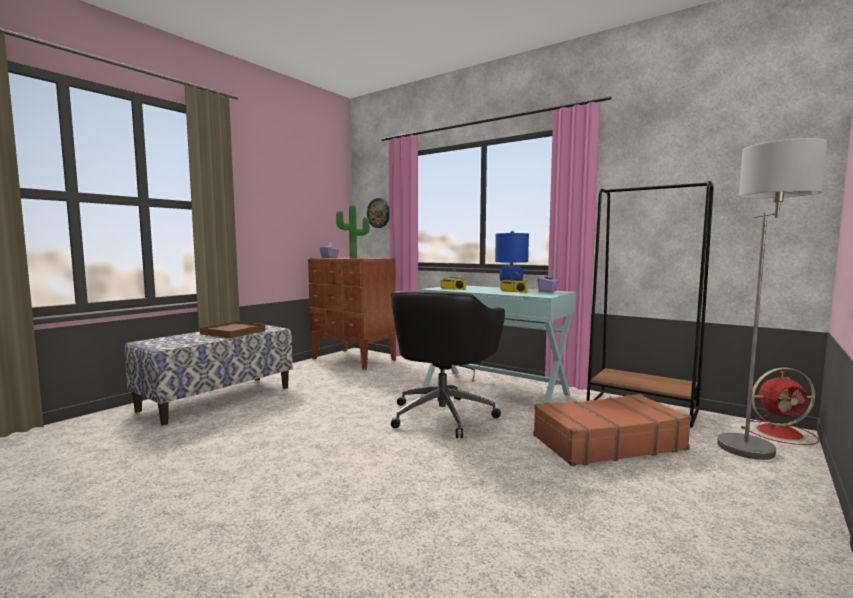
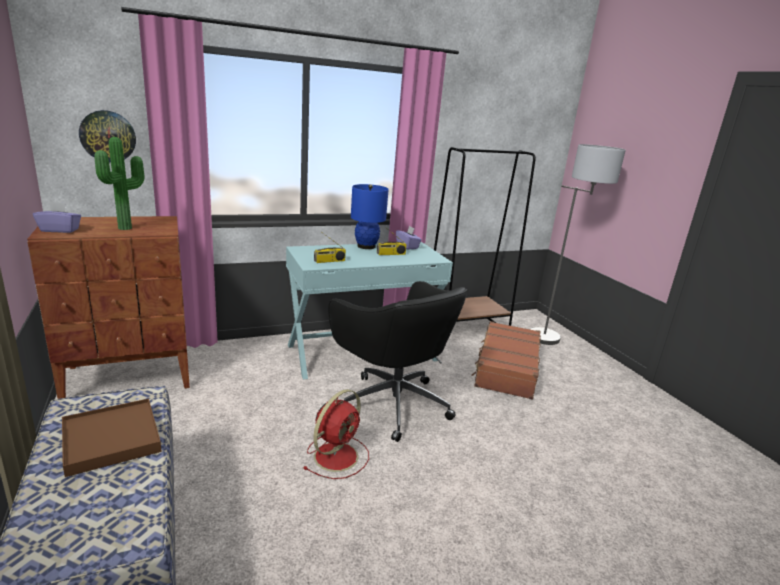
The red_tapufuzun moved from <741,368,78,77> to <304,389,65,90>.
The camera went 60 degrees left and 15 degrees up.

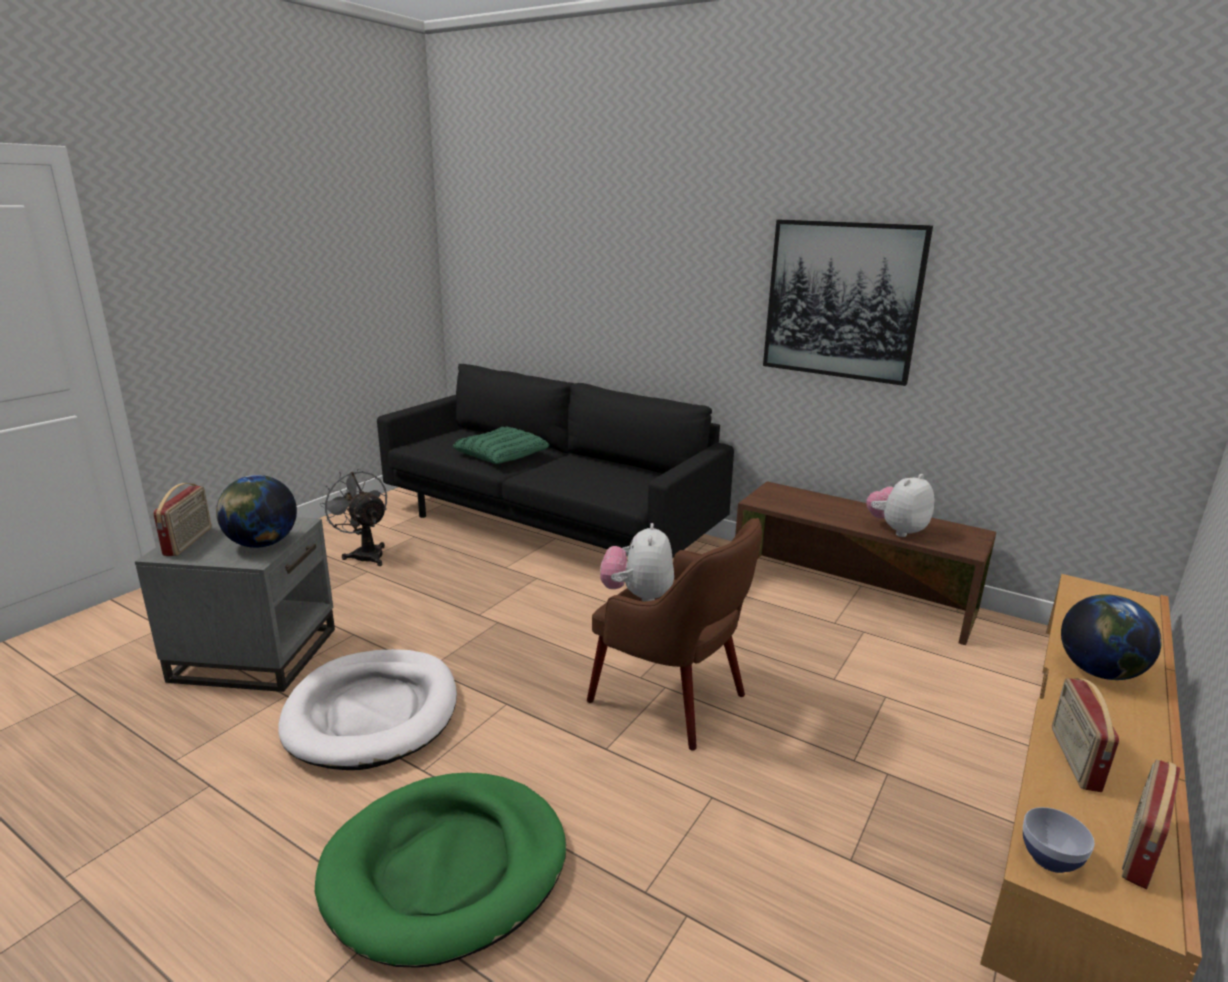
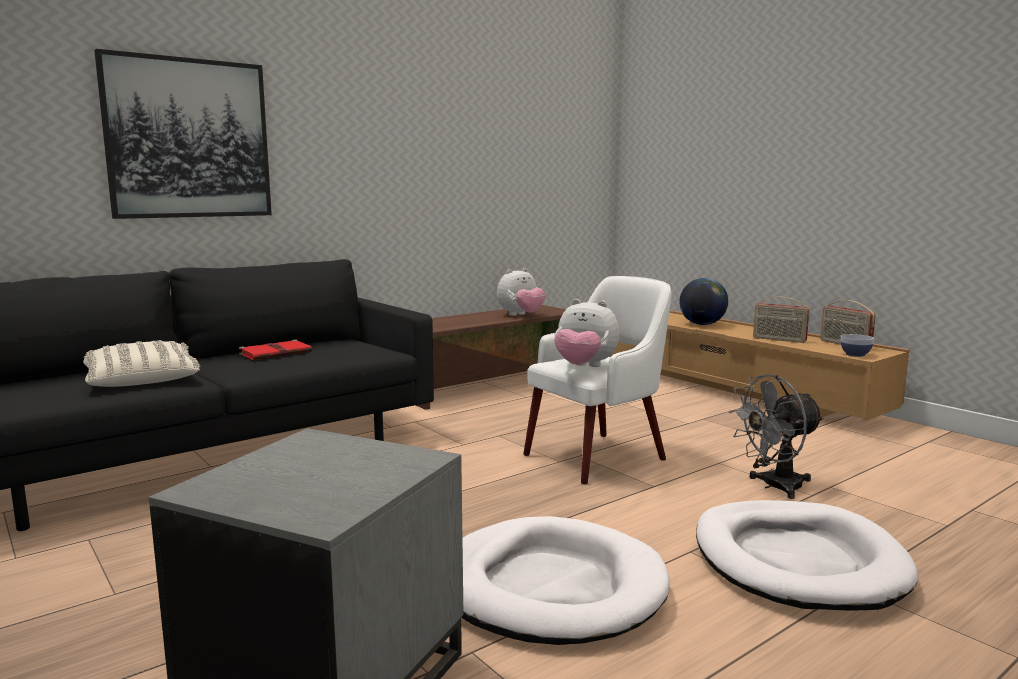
The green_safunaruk at <453,426,96,38> became the beige_safunaruk at <83,340,117,47>.
The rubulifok moved from <763,220,170,166> to <94,49,178,170>.
The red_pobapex at <239,340,73,20> appeared.
The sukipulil at <866,474,69,63> turned 105 degrees counterclockwise.
The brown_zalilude at <587,518,175,233> became the white_zalilude at <523,276,148,208>.
The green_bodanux at <315,773,251,195> became the white_bodanux at <696,500,222,111>.
The grey_tapufuzun moved from <319,468,68,98> to <729,374,95,125>.
The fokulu at <153,483,58,73> disappeared.
The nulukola at <216,475,81,73> disappeared.
The camera went 70 degrees left and 10 degrees down.

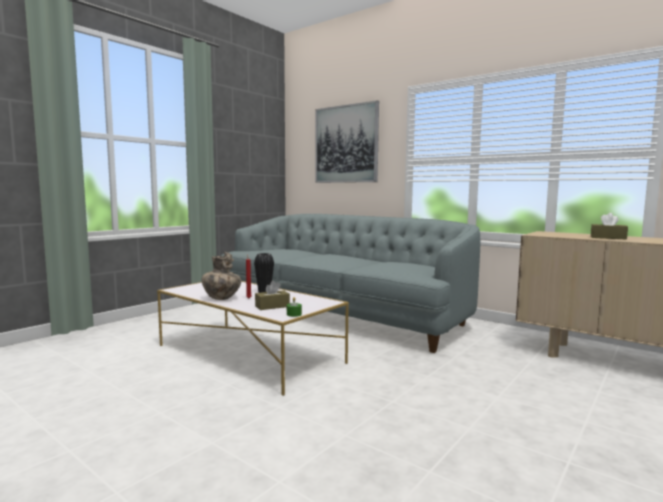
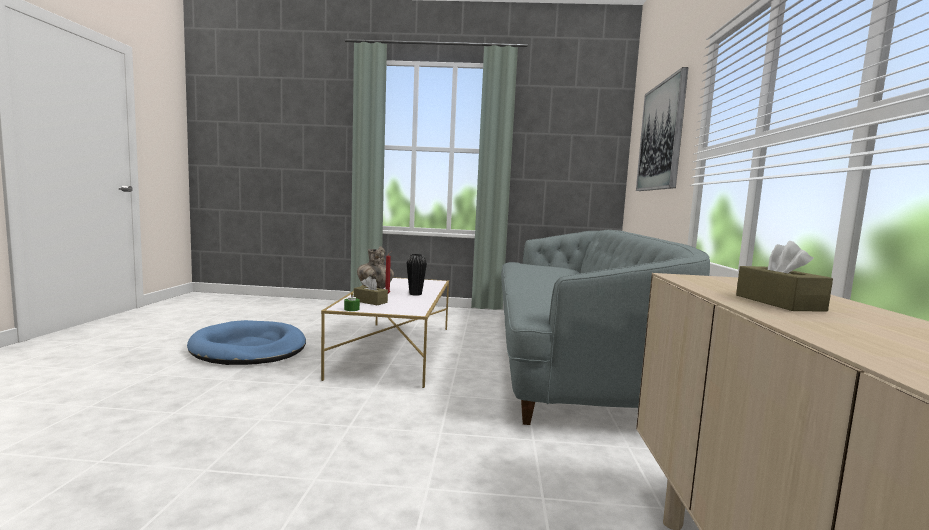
The blue_bodanux at <187,320,119,45> appeared.
The camera went 55 degrees right and 0 degrees up.

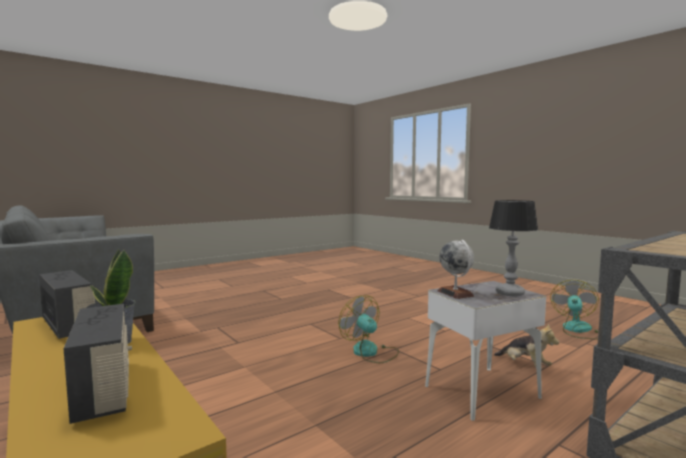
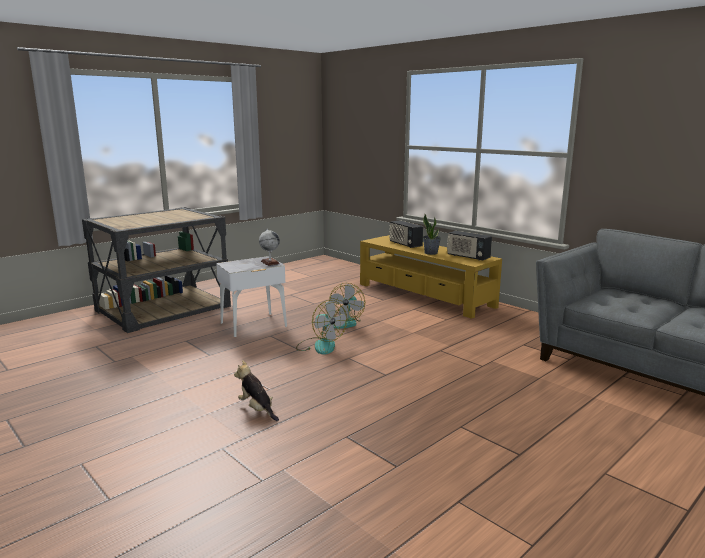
The sukipulil moved from <494,323,65,46> to <234,360,45,61>.
The tapufuzun moved from <550,280,49,59> to <329,283,36,46>.
The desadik at <489,200,49,96> disappeared.
The camera went 175 degrees right and 10 degrees up.

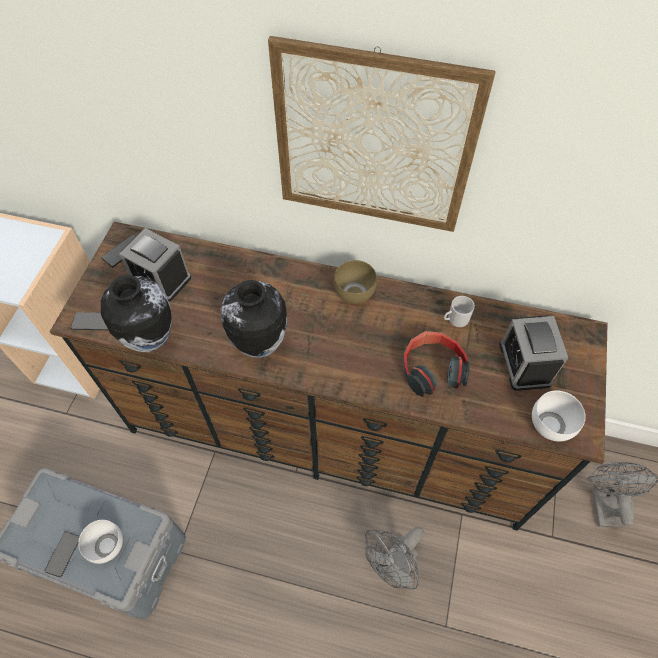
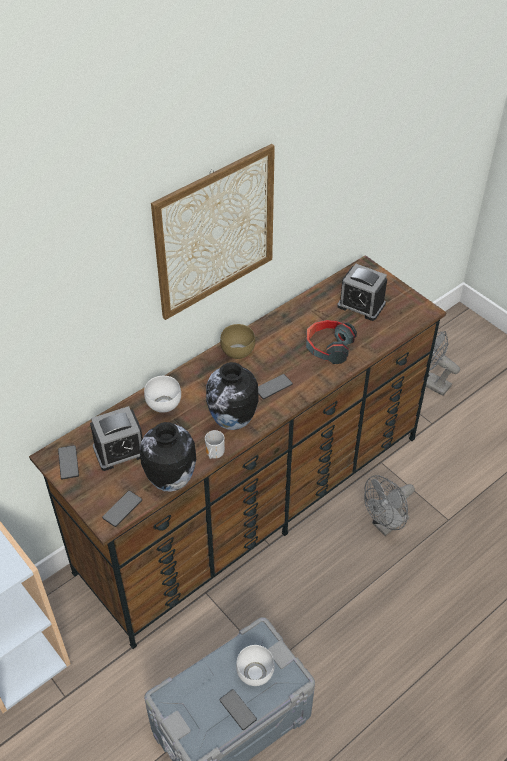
The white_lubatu moved from <532,390,54,51> to <144,376,37,37>.
The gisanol moved from <444,296,31,31> to <205,430,20,29>.
The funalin at <258,374,35,25> appeared.
The grey_tapufuzun at <365,526,59,64> turned 60 degrees clockwise.
The camera went 55 degrees left and 10 degrees down.

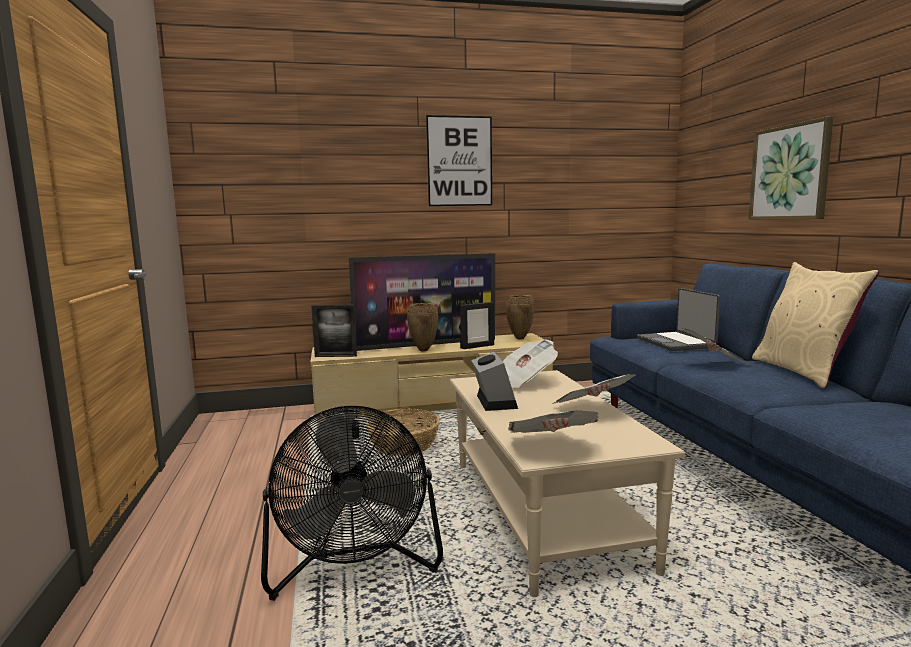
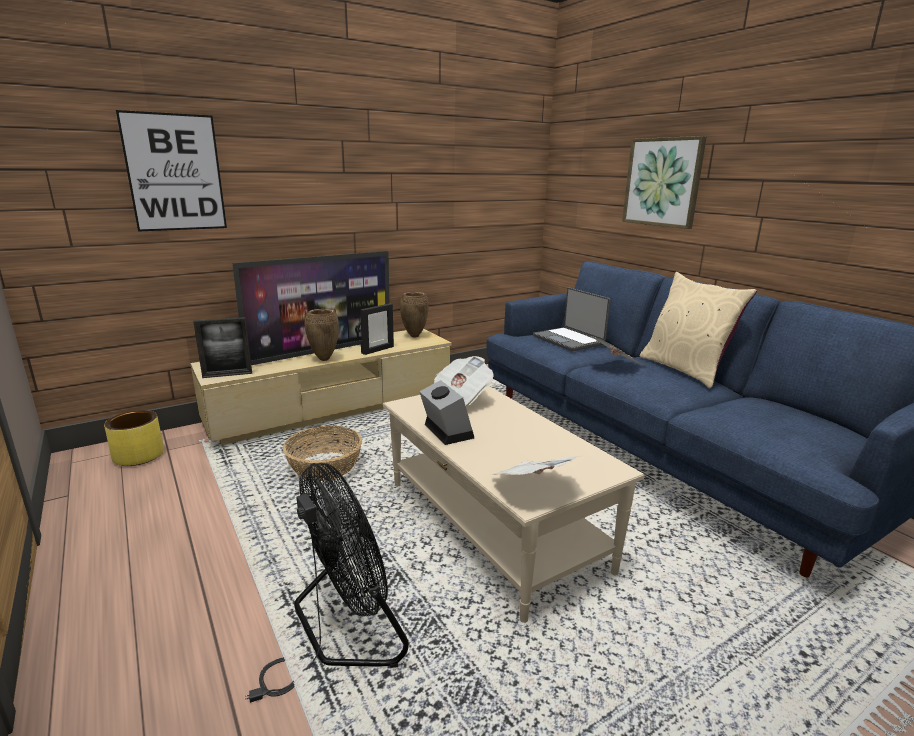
The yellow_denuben at <104,410,60,56> appeared.
The rubulifok moved from <426,115,66,91> to <116,110,111,122>.
The black_tapufuzun at <261,406,182,195> turned 90 degrees counterclockwise.
The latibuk at <553,374,83,30> disappeared.
The camera went 20 degrees left and 10 degrees up.

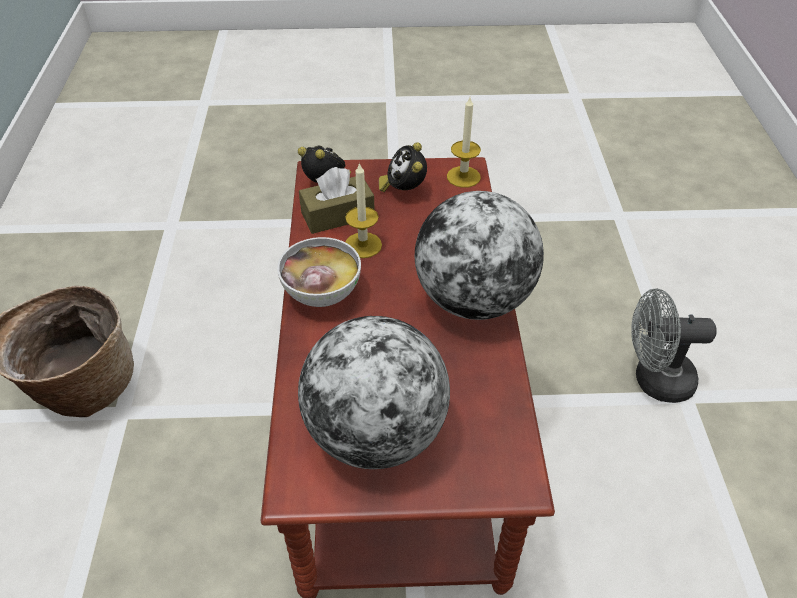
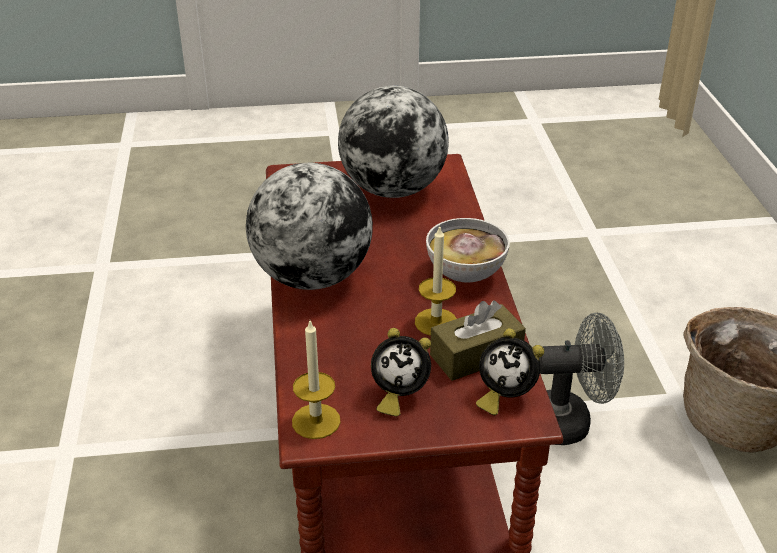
The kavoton at <379,142,48,50> turned 105 degrees clockwise.
The grey_tapufuzun moved from <631,288,86,115> to <539,313,85,132>.
The camera went 175 degrees right and 10 degrees down.

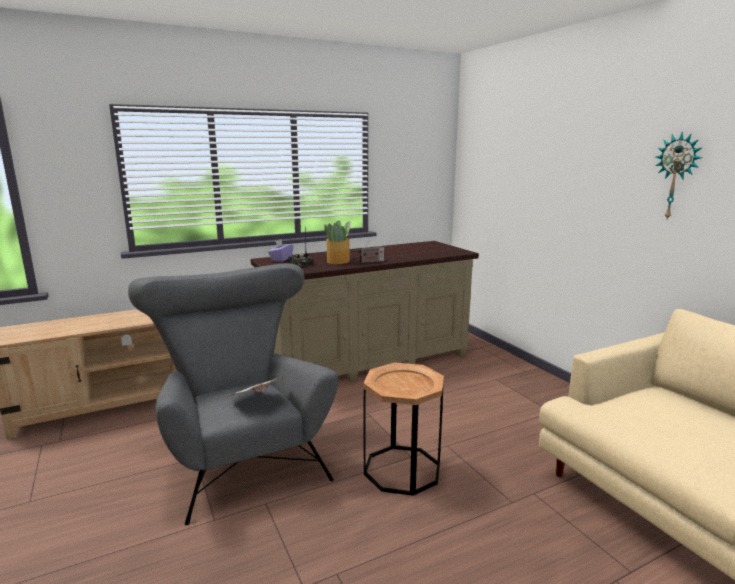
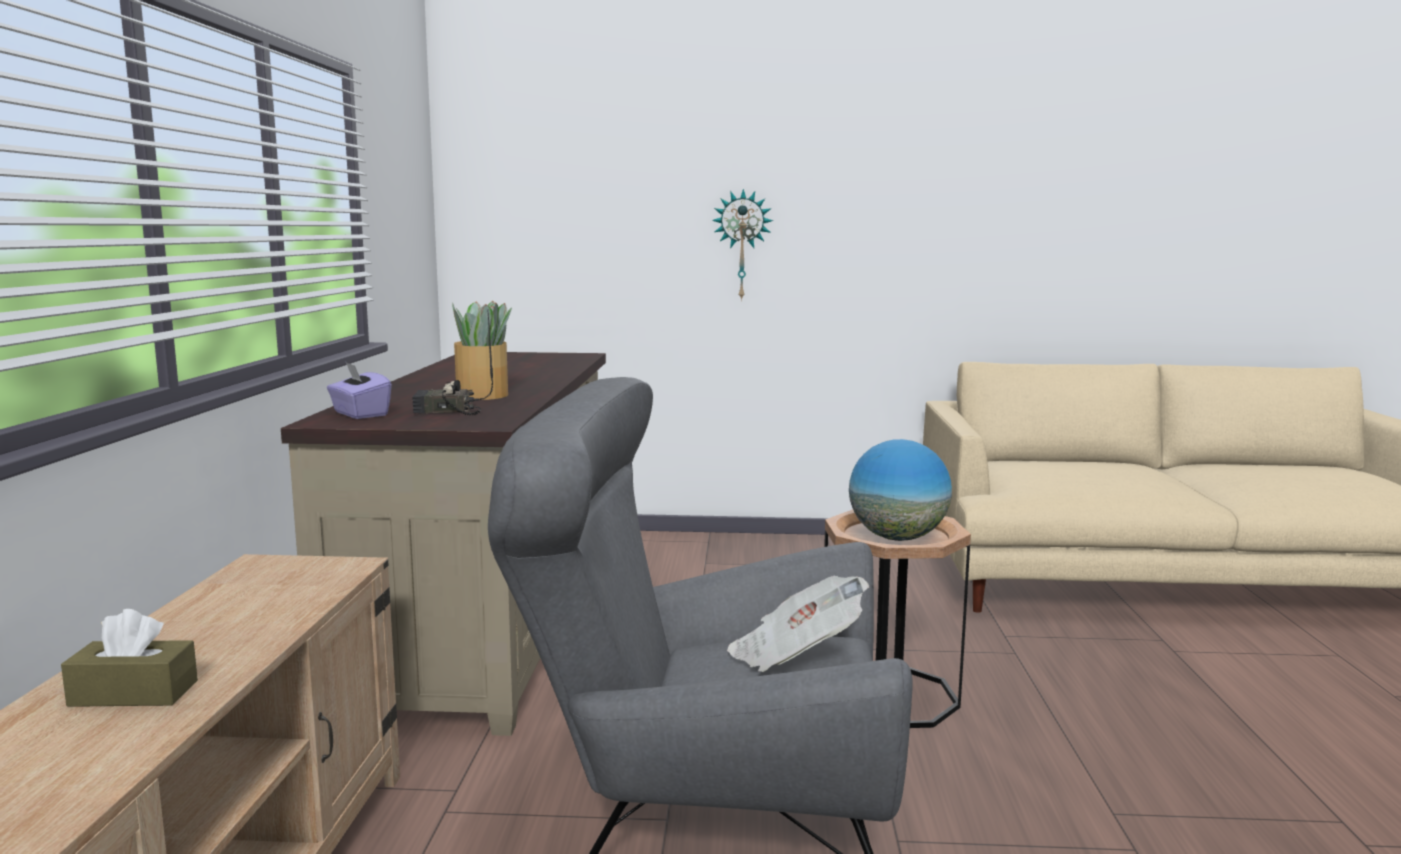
The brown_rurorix at <61,609,137,98> appeared.
The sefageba moved from <655,132,47,87> to <712,189,61,112>.
The nulukola at <849,439,103,102> appeared.
The fokulu at <358,241,27,22> disappeared.
The camera went 60 degrees left and 5 degrees down.

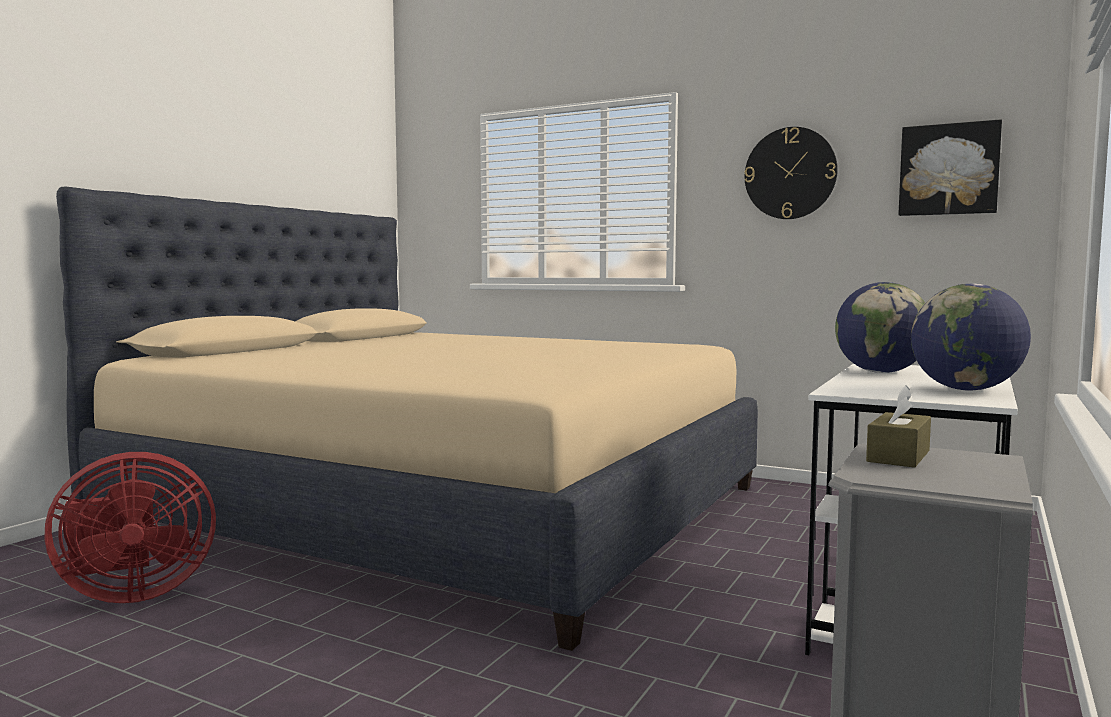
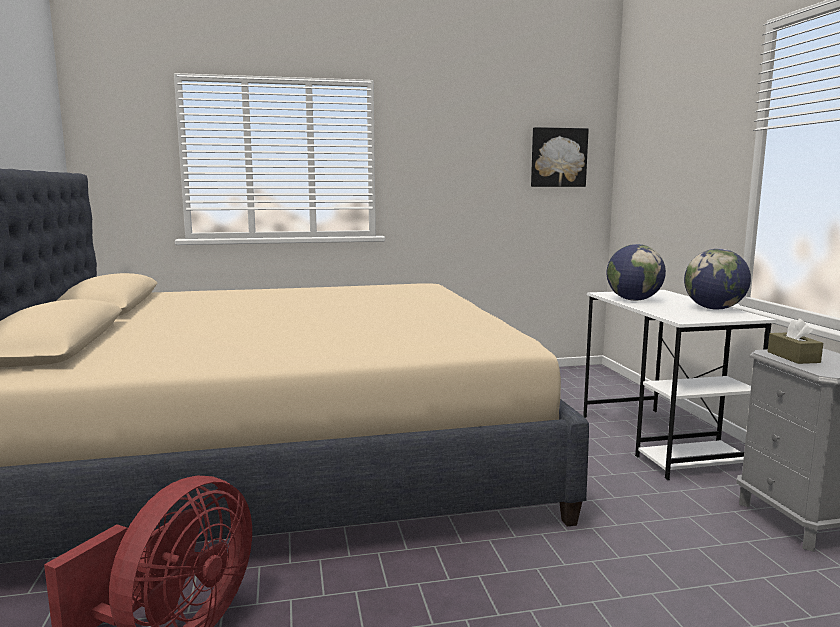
The sefageba at <745,127,93,92> disappeared.
The camera went 40 degrees left and 5 degrees up.

